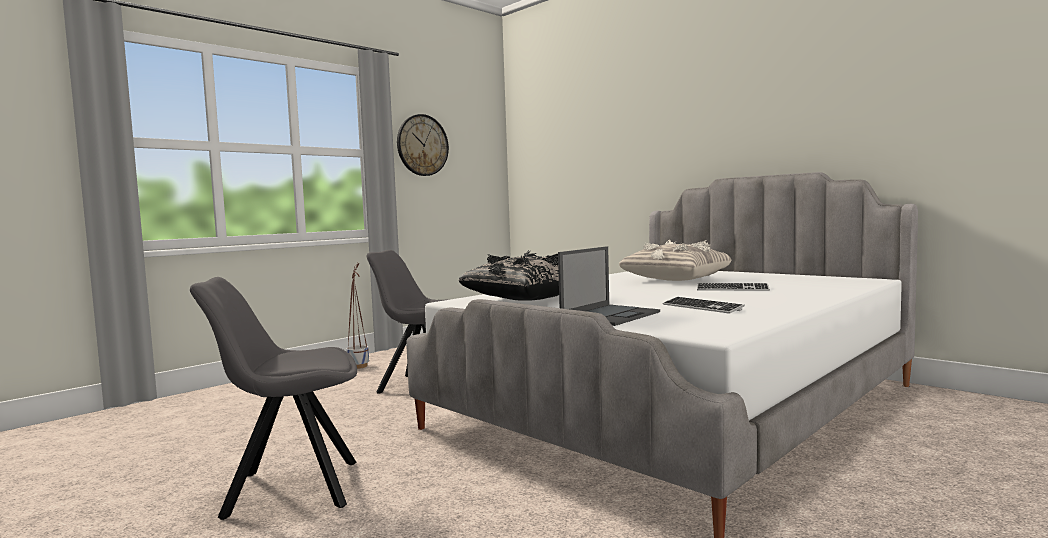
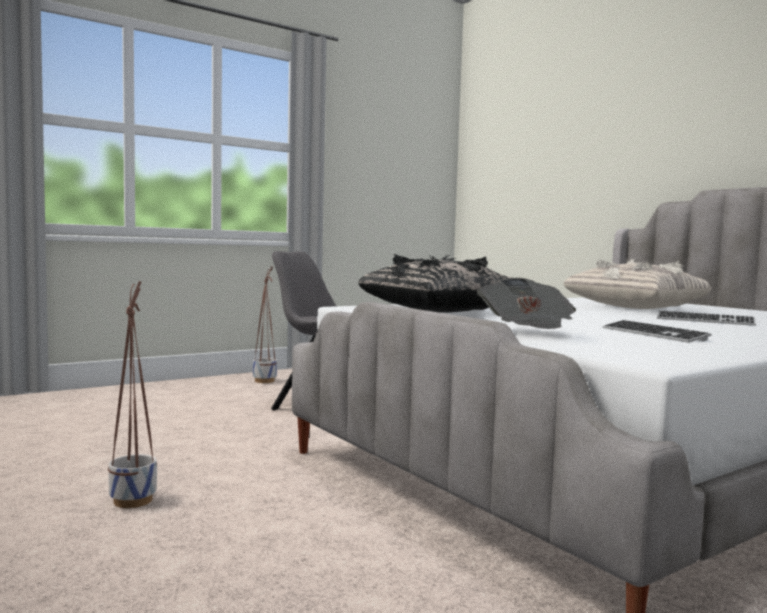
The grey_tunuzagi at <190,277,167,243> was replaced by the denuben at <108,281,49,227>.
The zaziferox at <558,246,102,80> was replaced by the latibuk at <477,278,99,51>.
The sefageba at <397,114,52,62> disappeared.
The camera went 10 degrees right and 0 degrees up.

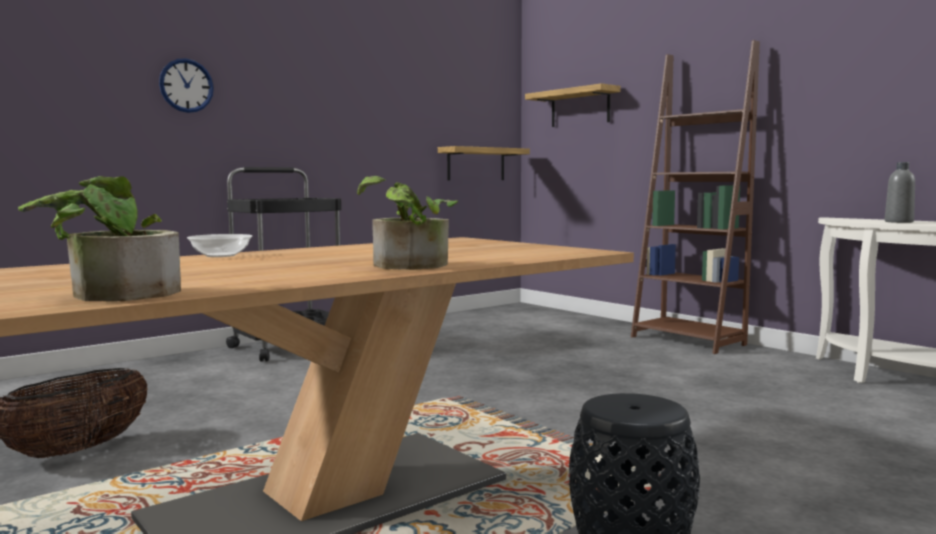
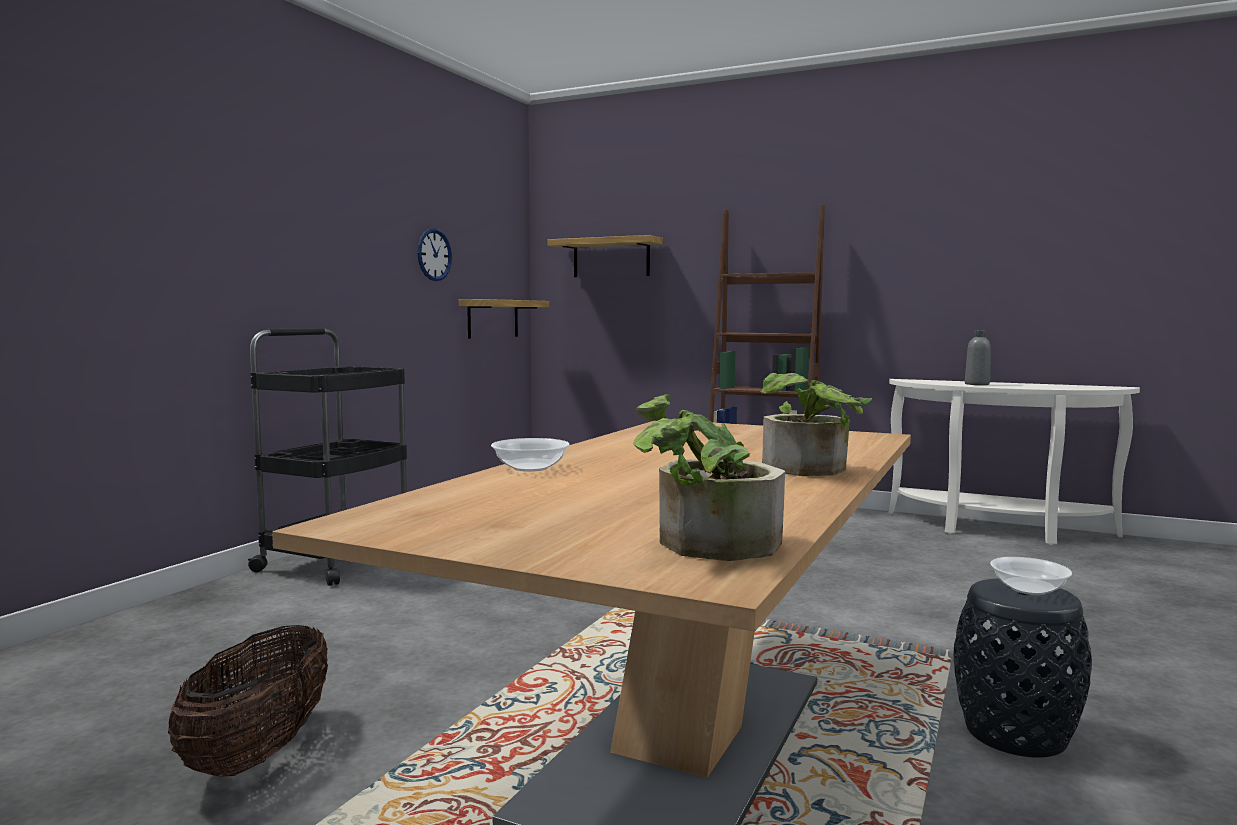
The sefageba moved from <159,58,55,55> to <417,229,35,52>.
The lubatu at <990,557,82,38> appeared.
The camera went 25 degrees left and 0 degrees up.

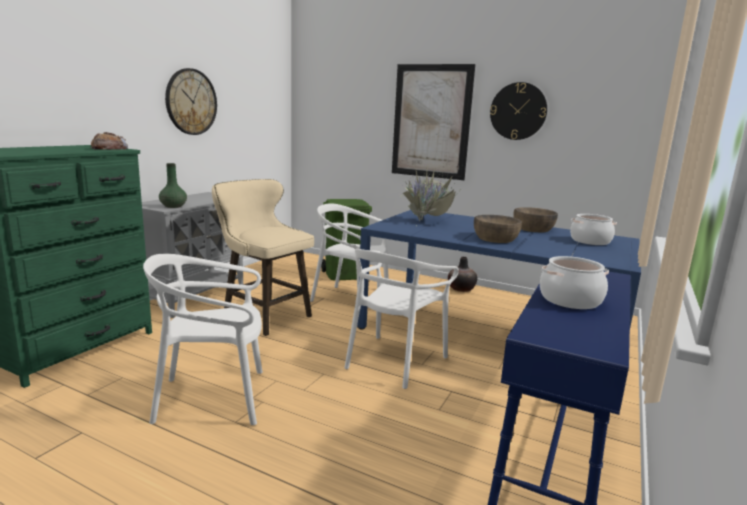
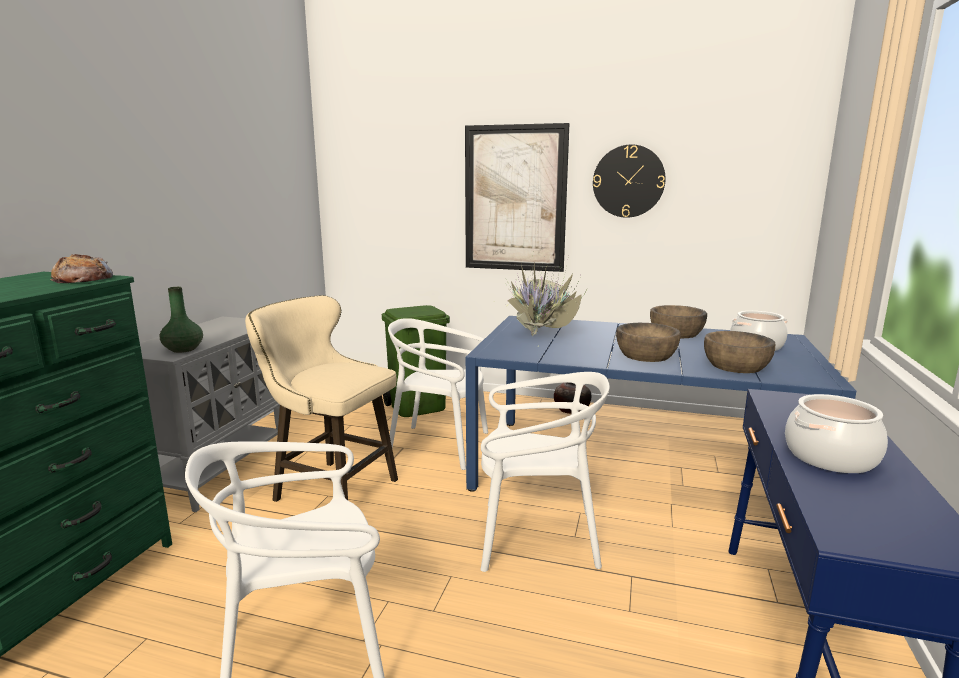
The white_tunuzagi at <344,249,115,140> turned 105 degrees counterclockwise.
The brown_lubatu at <704,331,71,42> appeared.
The sefageba at <165,68,52,67> disappeared.
The camera went 10 degrees left and 0 degrees up.

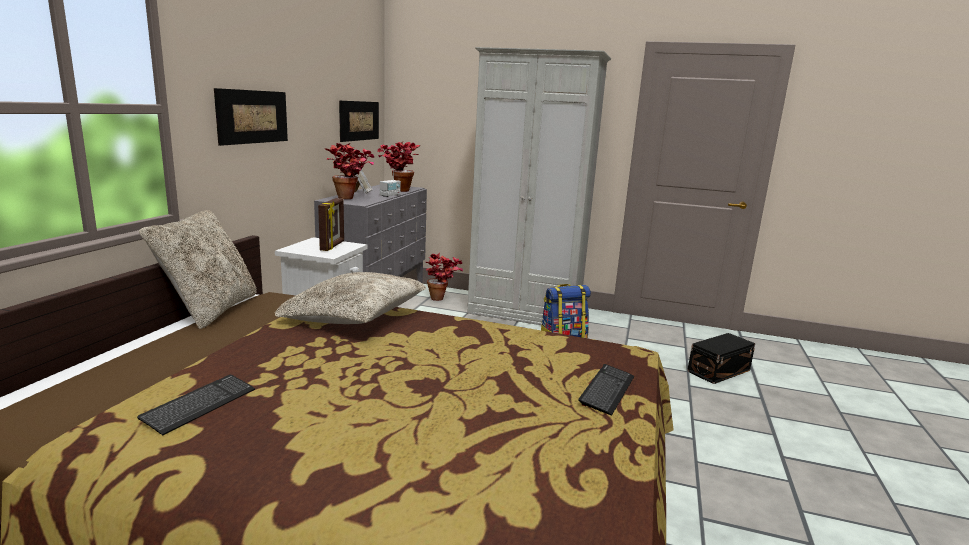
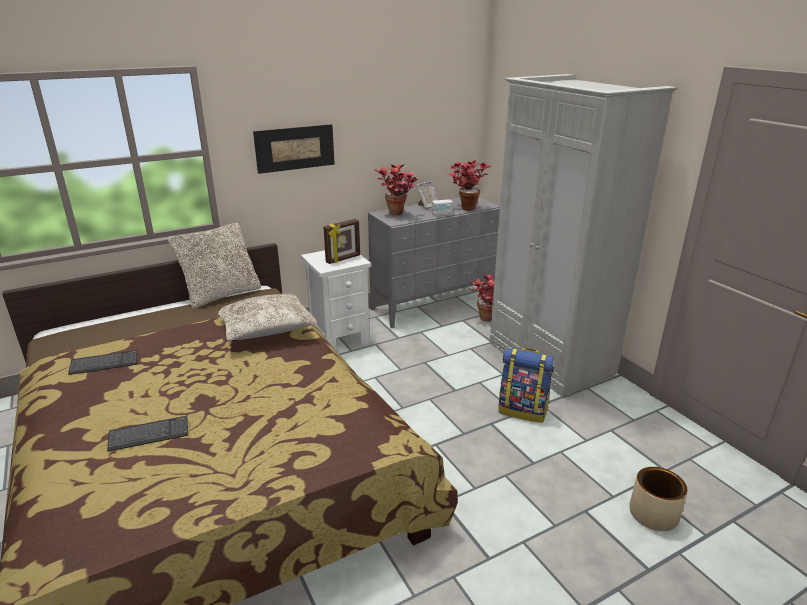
The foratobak moved from <579,364,55,52> to <107,416,81,36>.
The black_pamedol at <687,333,69,51> was replaced by the beige_denuben at <629,467,59,64>.
The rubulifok at <339,101,40,41> disappeared.
The camera went 45 degrees right and 10 degrees up.

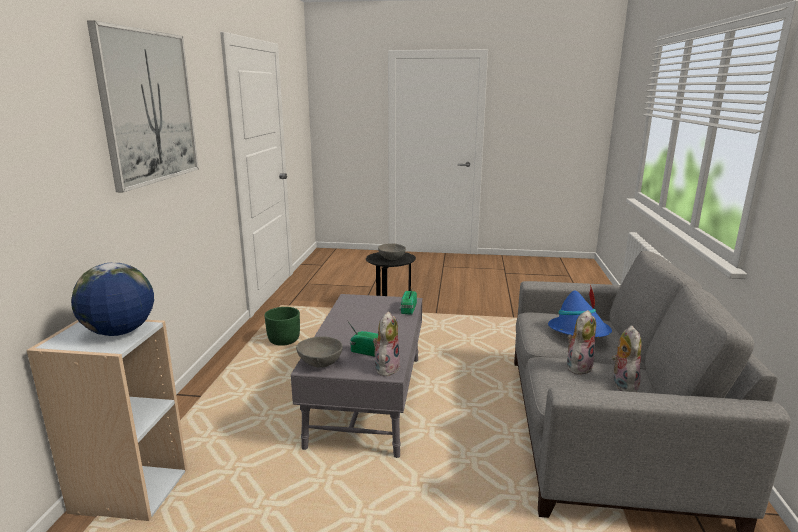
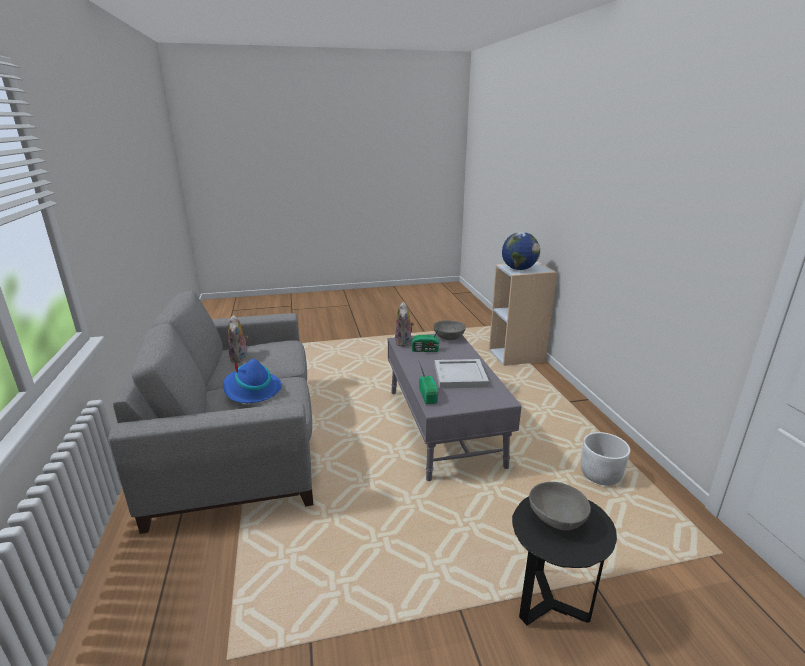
The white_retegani at <434,359,55,30> appeared.
The green_denuben at <264,307,36,39> became the white_denuben at <581,432,49,54>.
The rubulifok at <87,20,112,172> disappeared.
The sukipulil at <567,310,29,65> disappeared.
The camera went 160 degrees right and 5 degrees up.

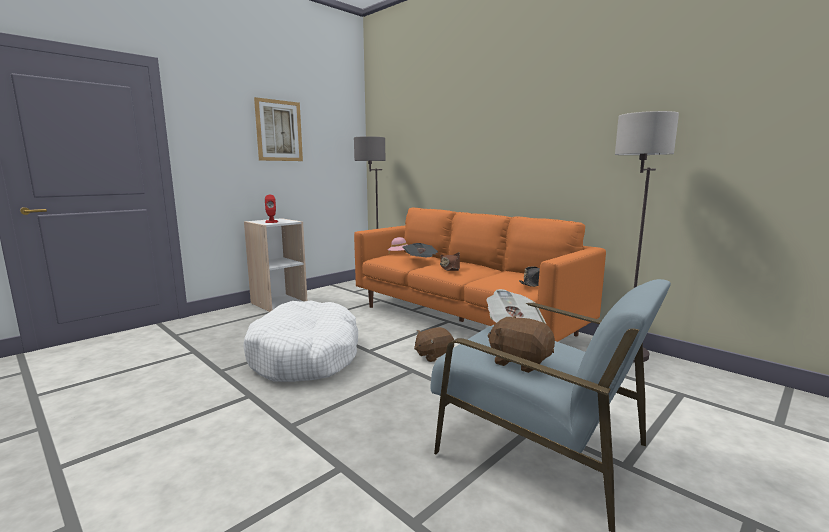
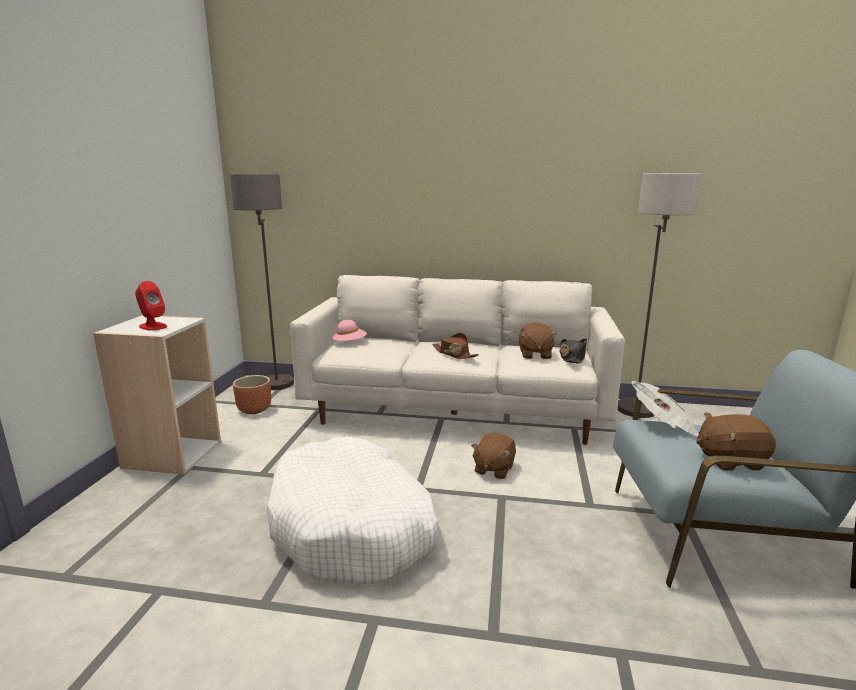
The brown_denuben at <233,375,38,39> appeared.
The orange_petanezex at <354,208,252,134> became the white_petanezex at <290,275,335,170>.
The brown_sukipulil at <519,322,38,37> appeared.
The rubulifok at <254,97,49,64> disappeared.
The latibuk at <402,243,36,14> disappeared.
The camera went 35 degrees left and 5 degrees up.

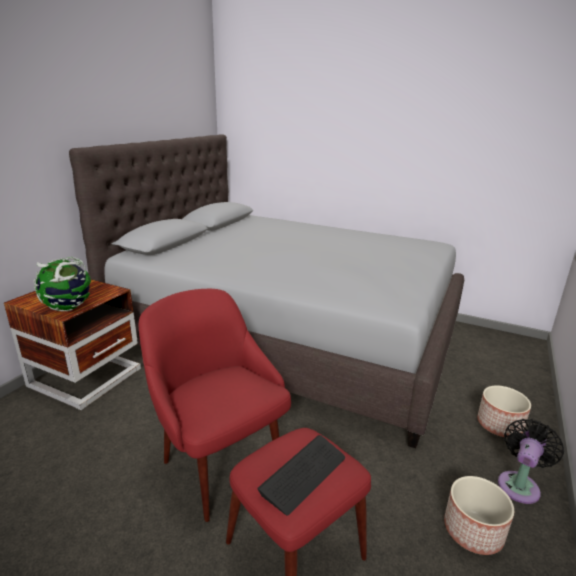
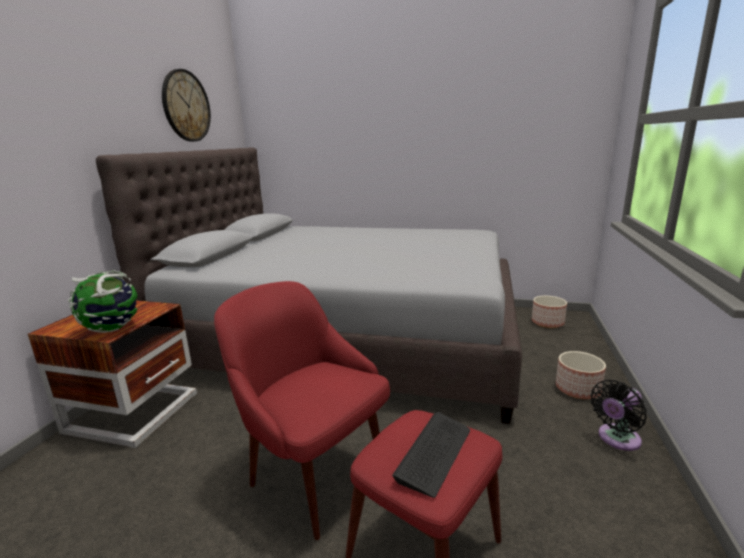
The sefageba at <162,69,49,73> appeared.
The denuben moved from <444,476,70,79> to <532,296,35,32>.
The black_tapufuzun at <498,419,66,85> turned 150 degrees counterclockwise.
The camera went 10 degrees left and 5 degrees down.

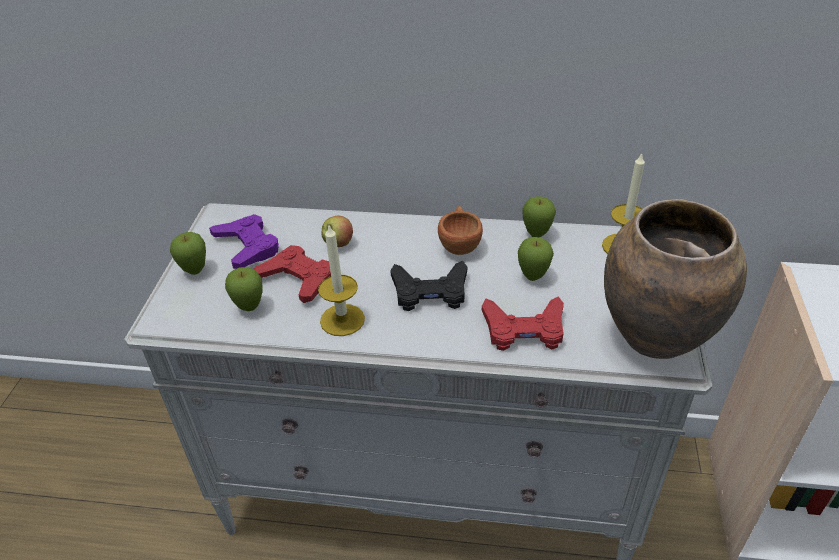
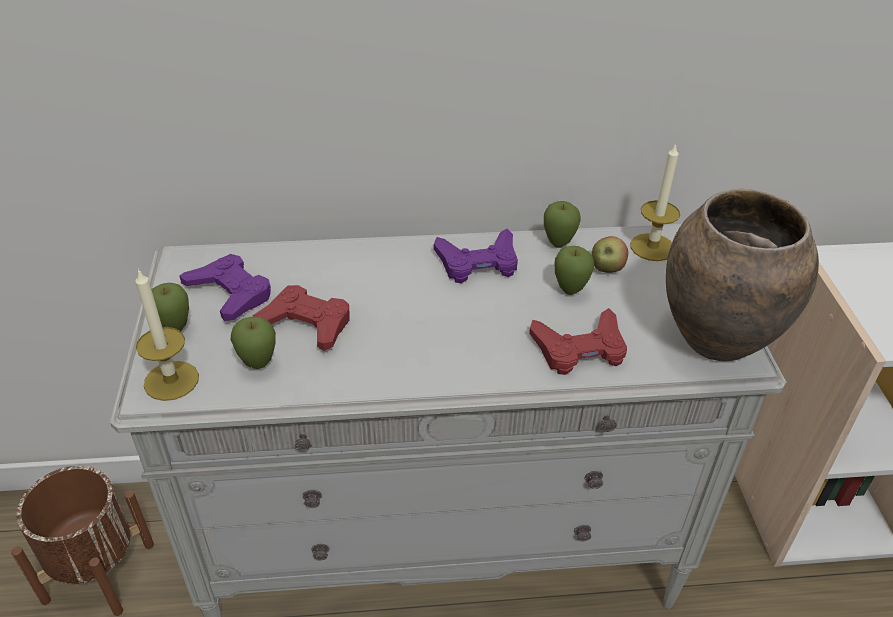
The brown_denuben at <11,466,143,150> appeared.
The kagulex moved from <318,226,47,110> to <135,268,64,133>.
The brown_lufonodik at <438,206,45,49> was replaced by the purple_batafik at <434,229,84,54>.
The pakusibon moved from <322,216,31,31> to <592,236,36,37>.
The black_batafik at <390,261,77,50> disappeared.
The camera went 15 degrees left and 0 degrees up.

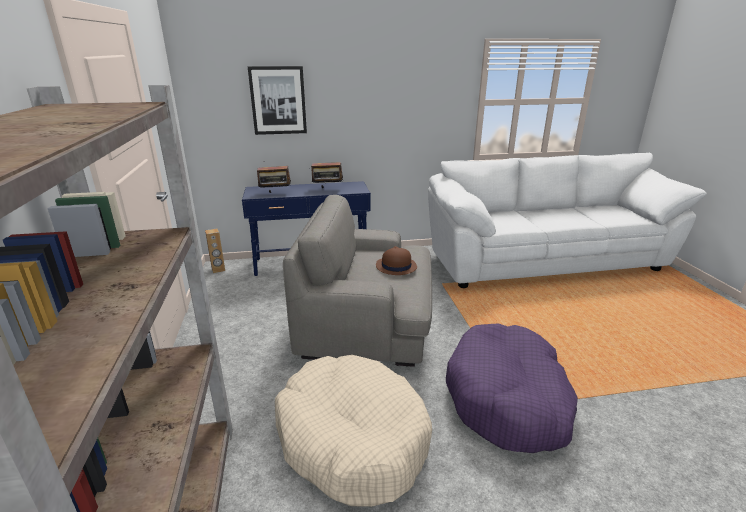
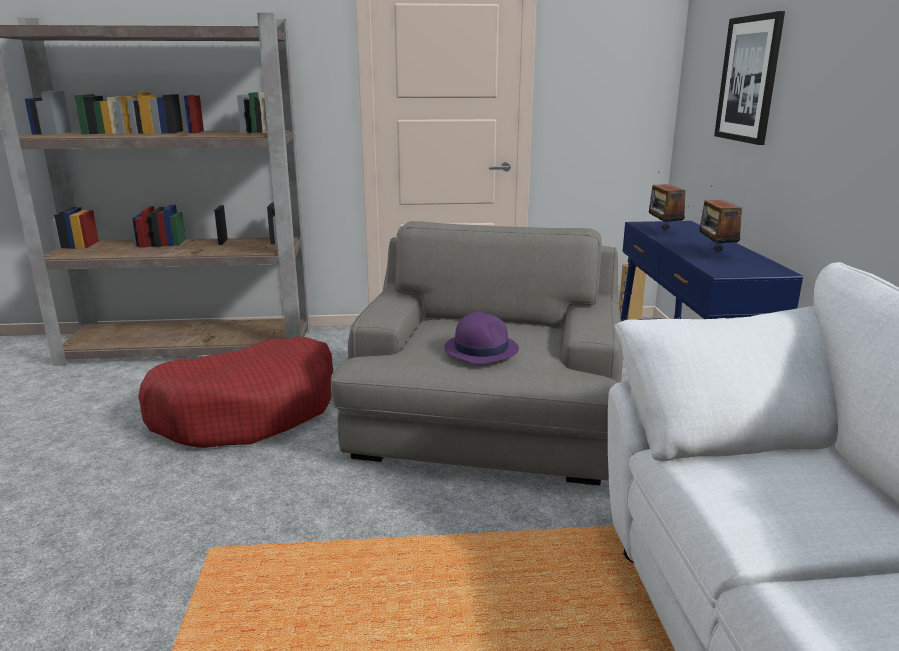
The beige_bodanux at <275,355,157,152> became the red_bodanux at <138,336,196,112>.
The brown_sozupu at <376,246,41,29> became the purple_sozupu at <444,312,75,52>.
The purple_bodanux at <446,323,132,130> disappeared.
The camera went 95 degrees right and 5 degrees down.

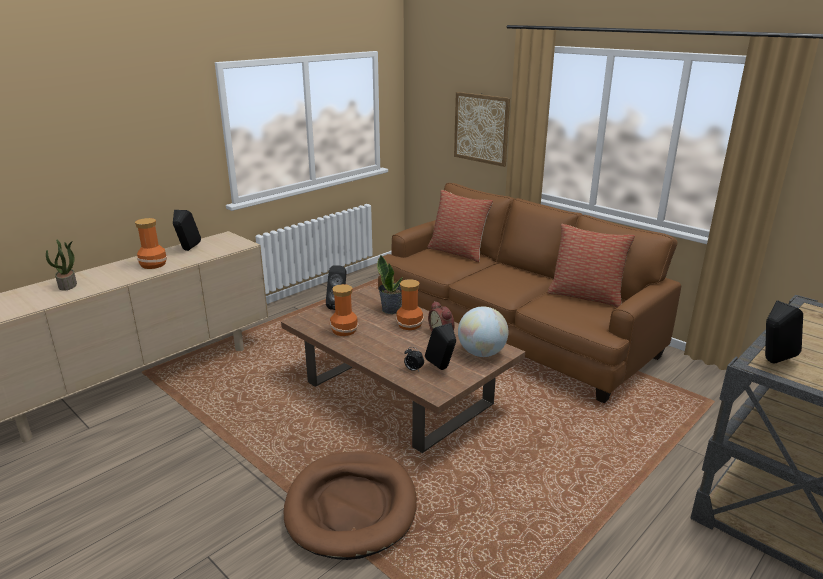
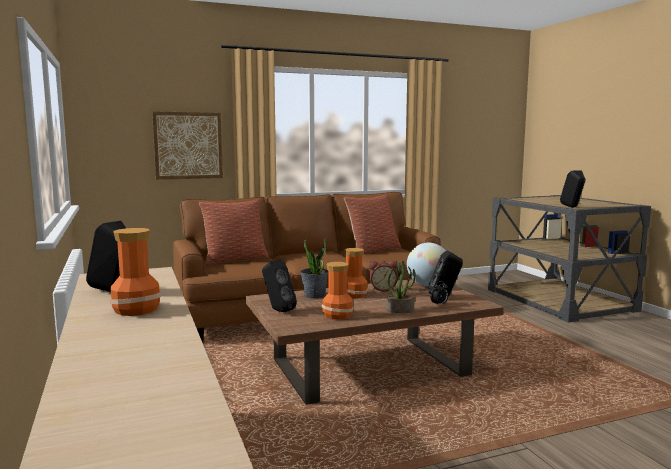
The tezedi moved from <46,240,31,51> to <386,261,30,52>.
The brown_bodanux at <284,451,133,109> disappeared.
The camera went 65 degrees left and 15 degrees down.

